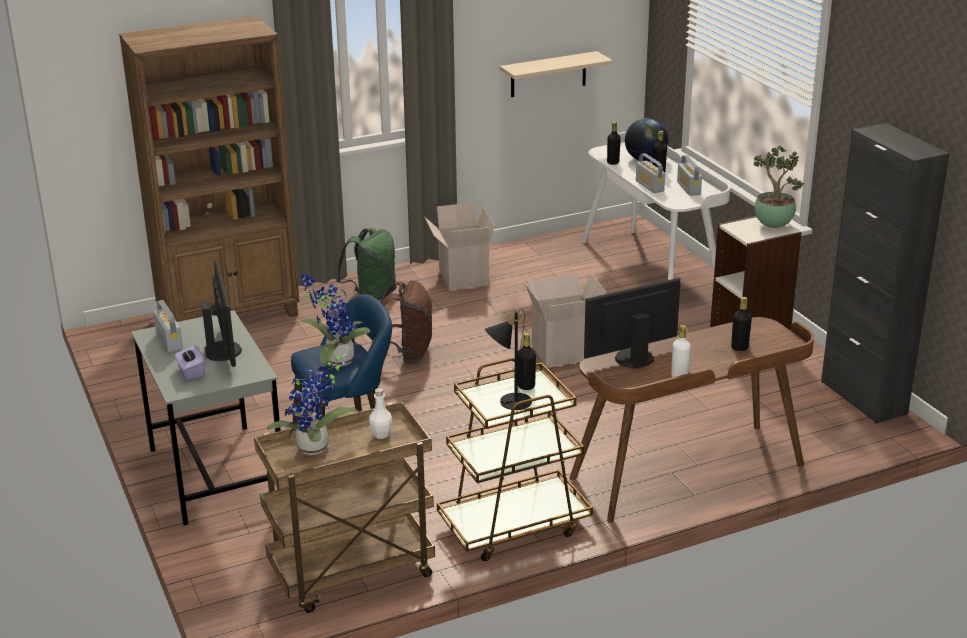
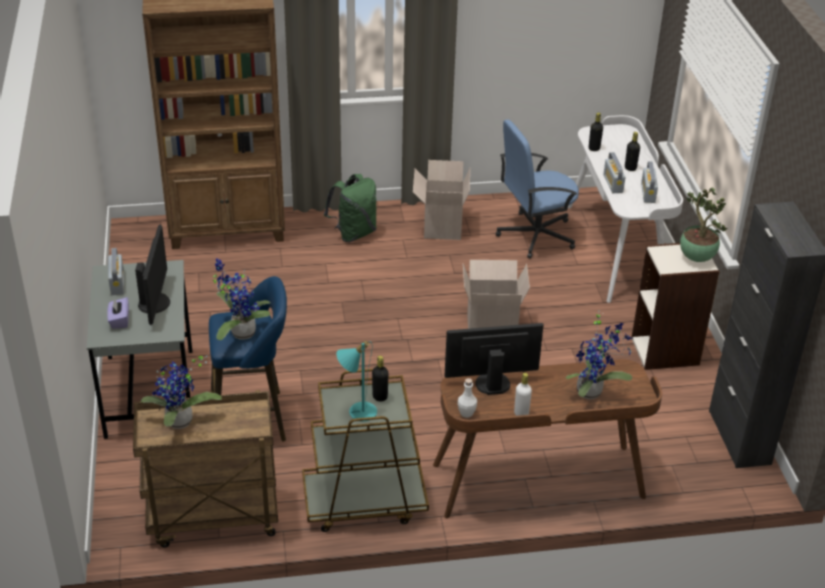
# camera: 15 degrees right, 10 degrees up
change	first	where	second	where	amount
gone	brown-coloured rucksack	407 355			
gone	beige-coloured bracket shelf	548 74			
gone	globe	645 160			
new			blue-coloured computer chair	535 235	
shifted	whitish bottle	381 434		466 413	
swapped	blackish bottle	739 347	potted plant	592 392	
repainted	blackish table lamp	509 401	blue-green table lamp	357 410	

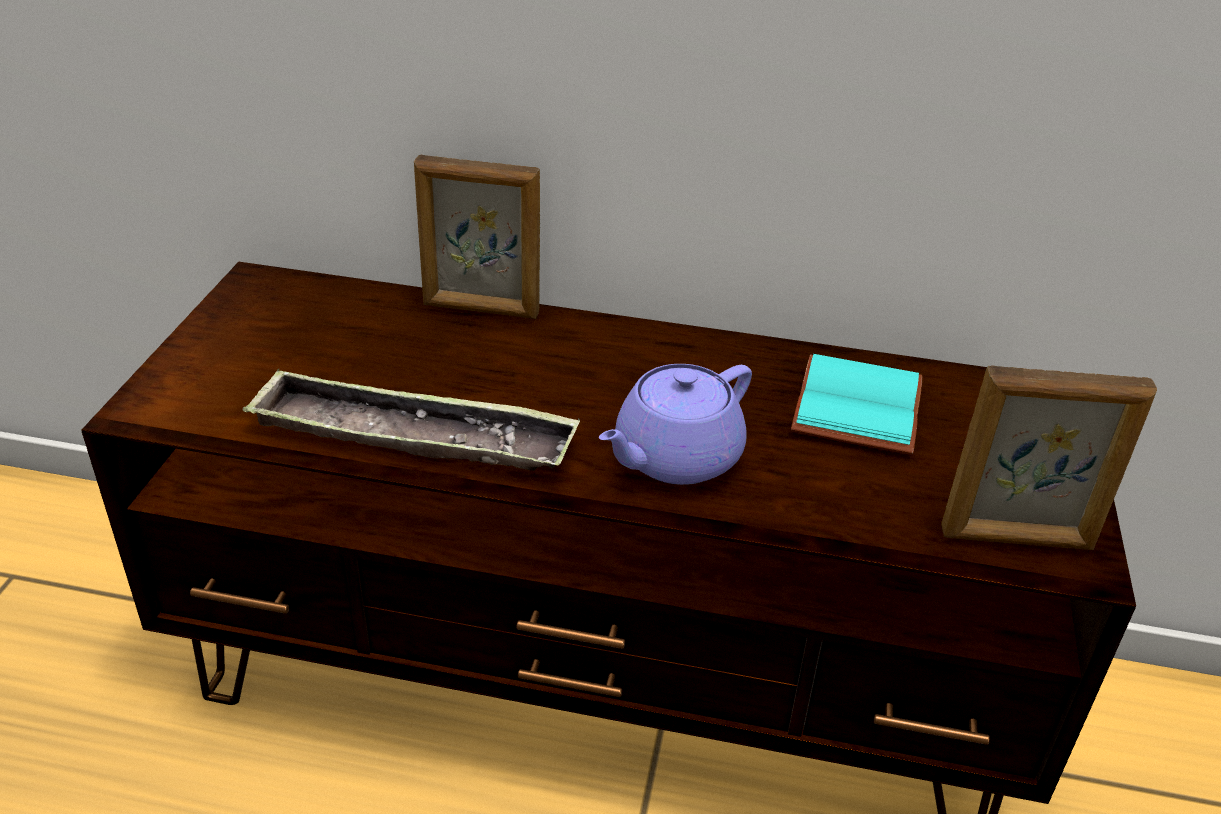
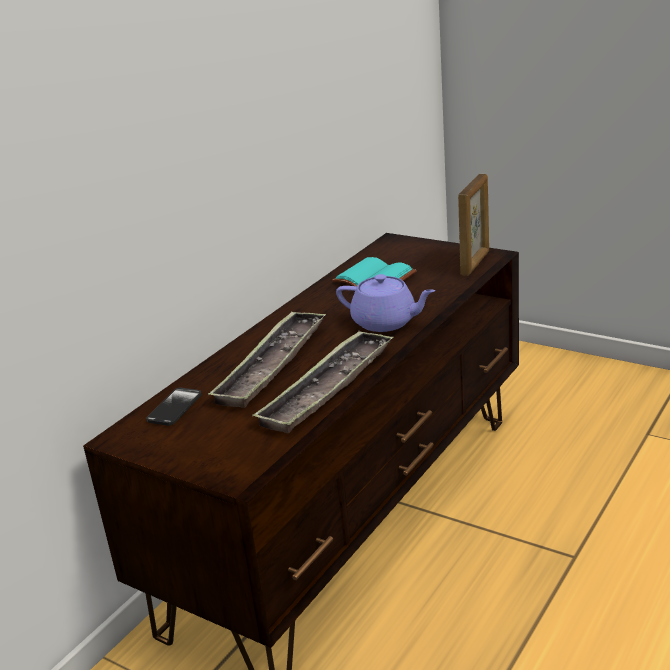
# camera: 65 degrees left, 10 degrees down
change	first	where	second	where	amount
gone	photo frame	481 309			
new			handset	174 408	
new			serving tray	272 365	
rotated	purple teapot	675 457		385 322	45 degrees counterclockwise

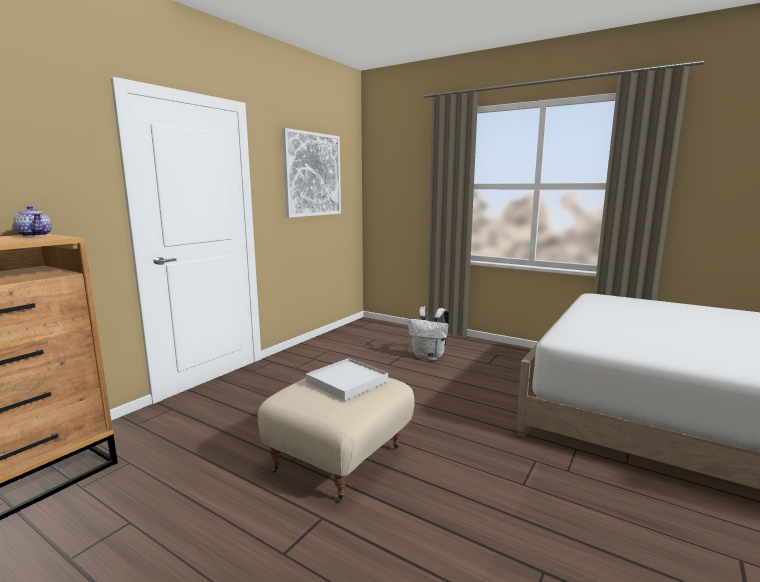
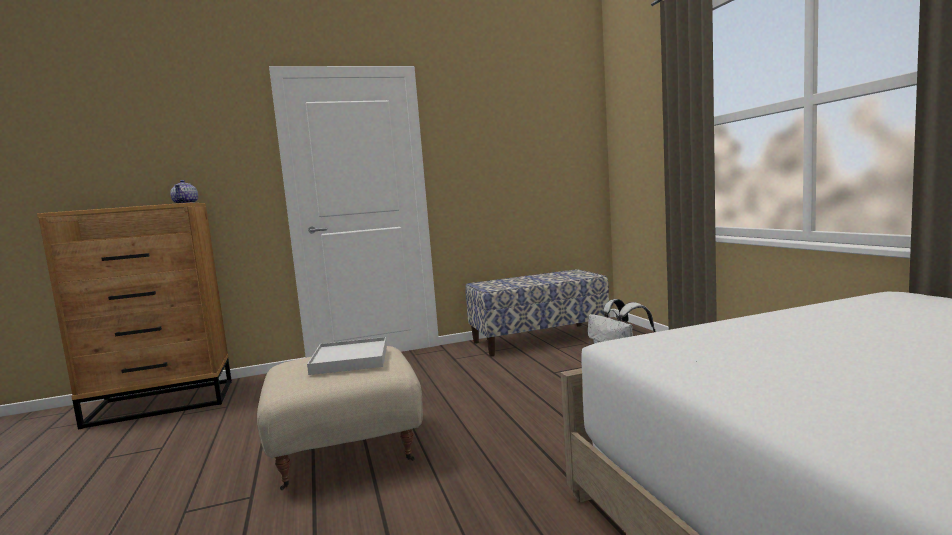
# camera: 40 degrees right, 5 degrees down
change	first	where	second	where	amount
gone	wall picture	312 174			
new			long seat	538 339	

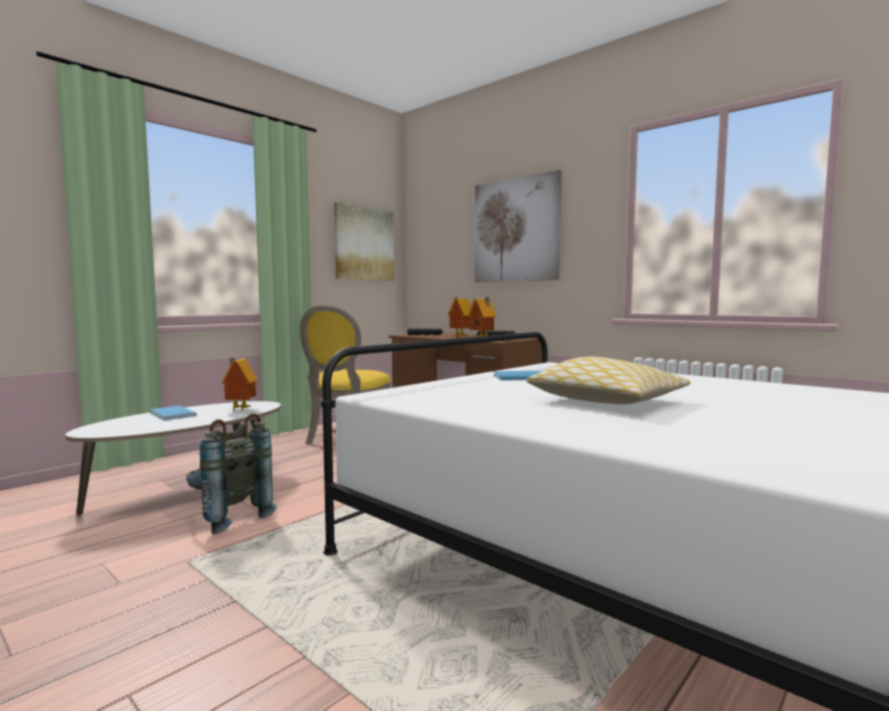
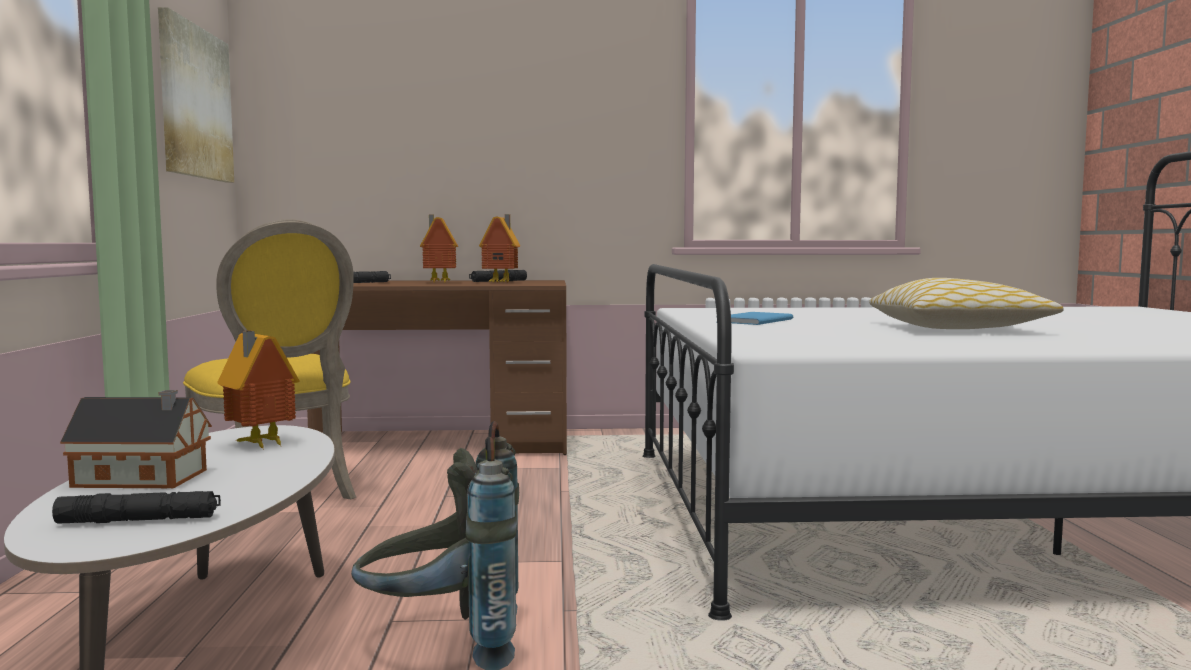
# camera: 45 degrees left, 0 degrees up
change	first	where	second	where	amount
gone	wall picture	515 230			
new			blackish hand torch	139 520	
swapped	blue-coloured volume	172 414	miniature house	145 479	

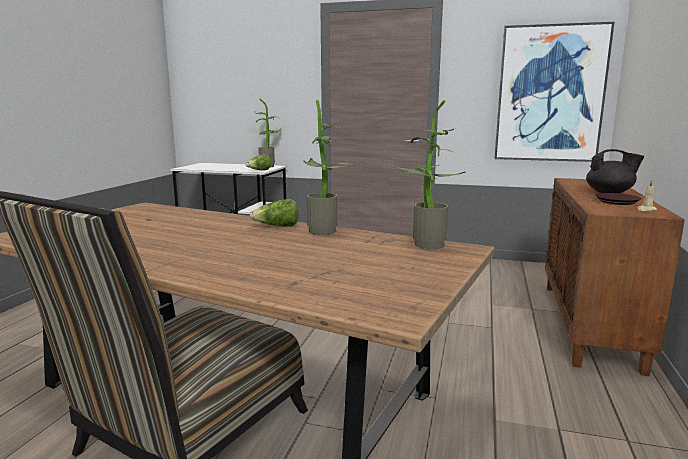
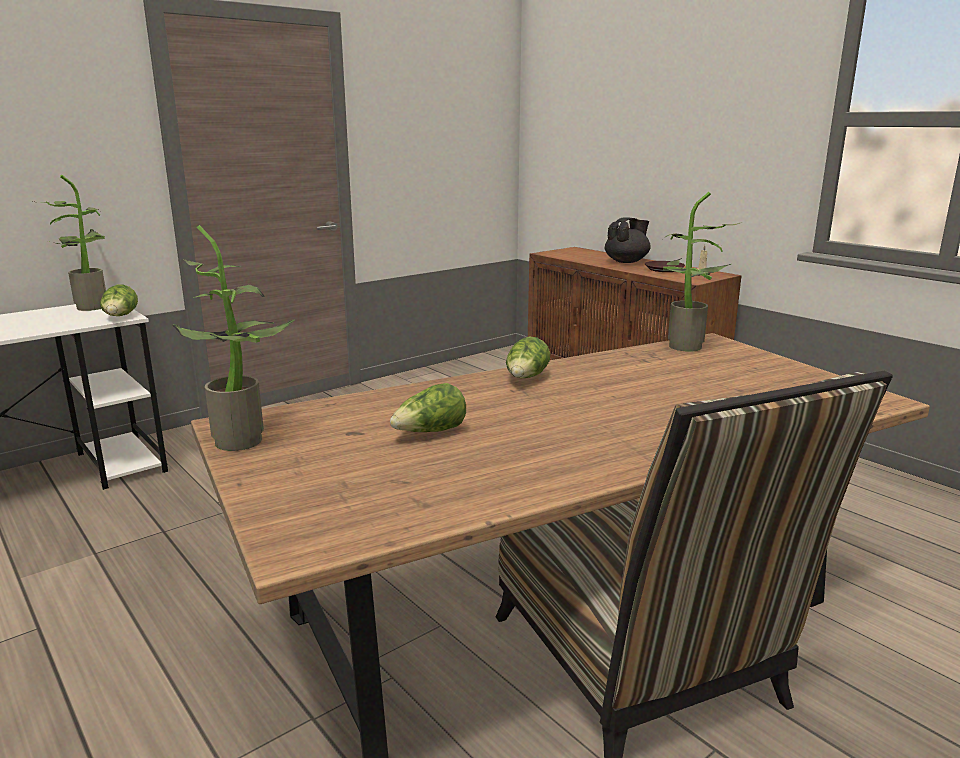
# camera: 55 degrees left, 5 degrees up
change	first	where	second	where	amount
gone	wall picture	550 94			
new			lettuce	430 432	
shifted	potted plant	327 231		245 438	

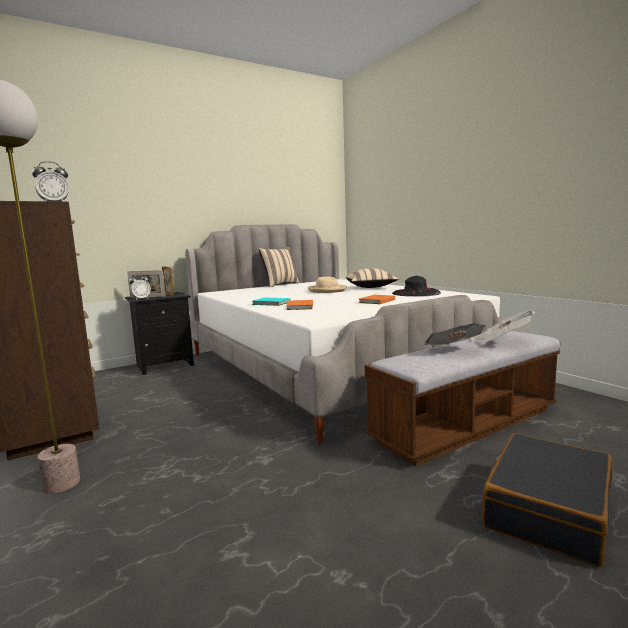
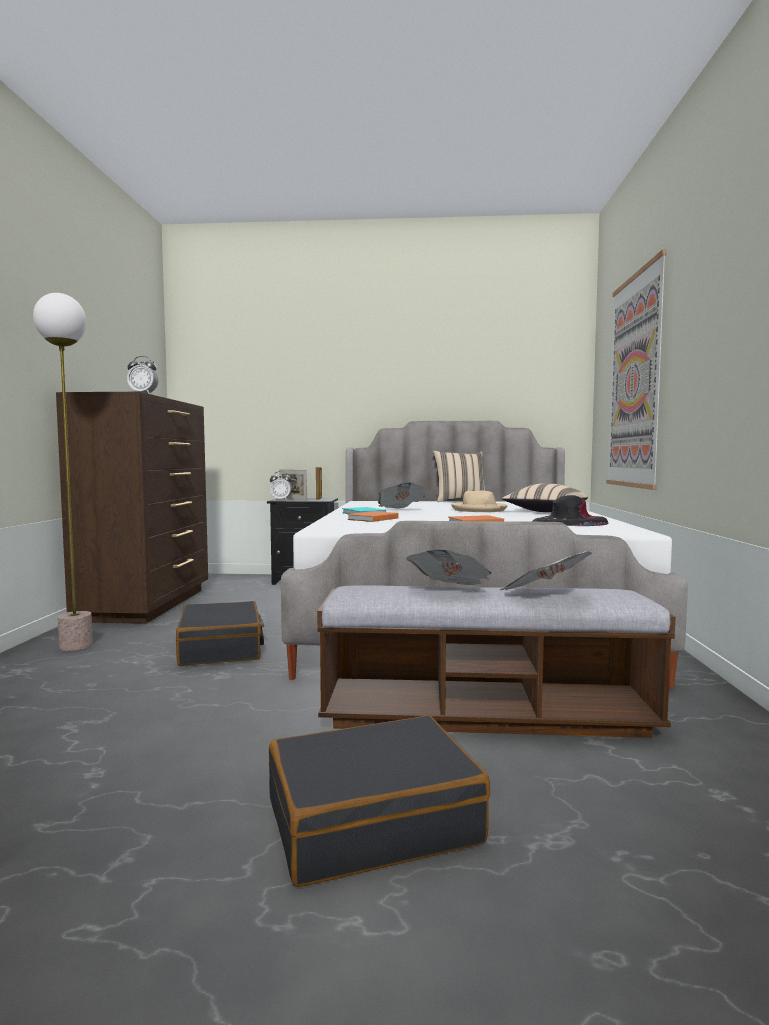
# camera: 35 degrees right, 5 degrees down
change	first	where	second	where	amount
new			blackish travel case	221 648	
new			newspaper	400 510	
new			wall picture	634 381	

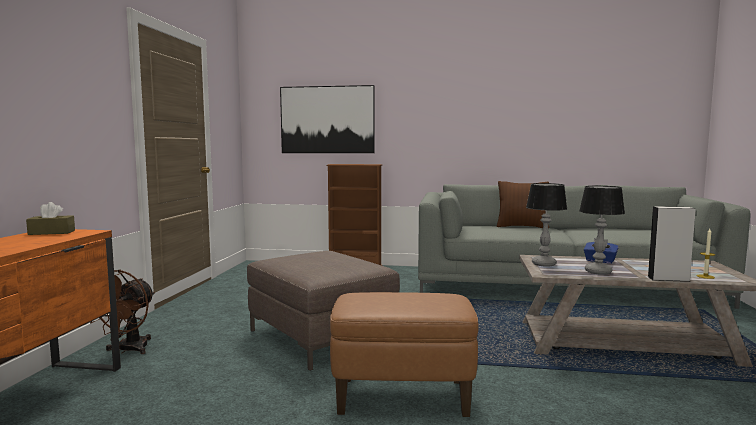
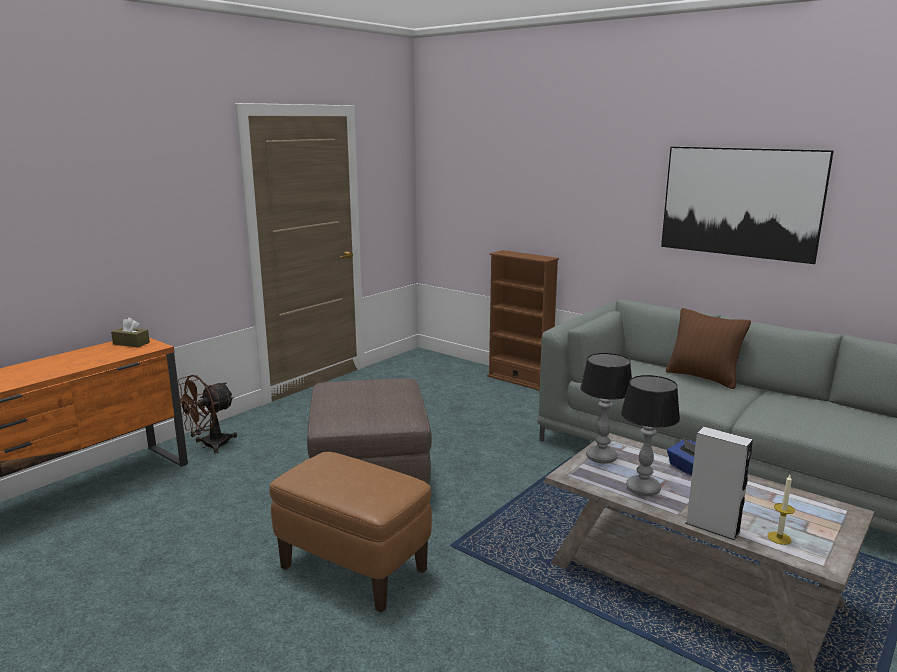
# camera: 30 degrees right, 10 degrees up
change	first	where	second	where	amount
shifted	wall picture	327 120		740 202	

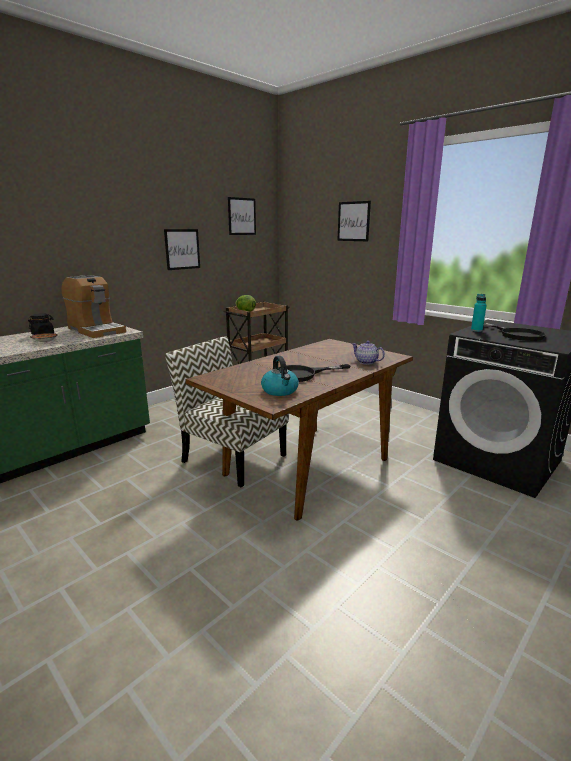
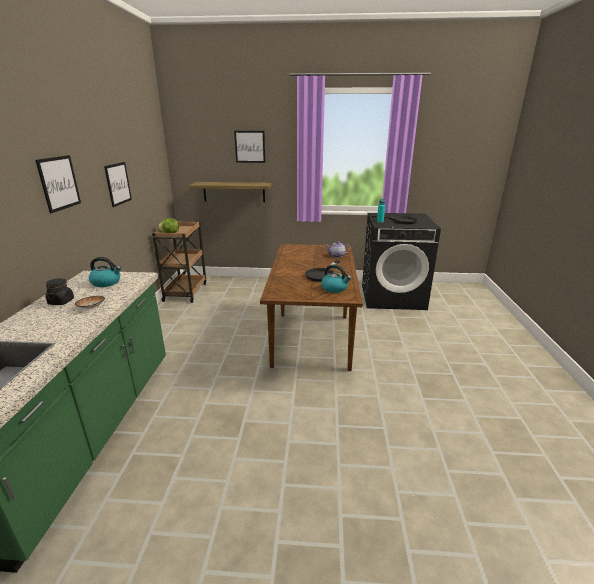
# camera: 40 degrees left, 5 degrees up
change	first	where	second	where	amount
gone	upright chair	232 458			
new			bracket shelf	234 192	
shifted	wall picture	242 216		59 183	
swapped	coffee brewer	96 330	tea kettle	106 282	

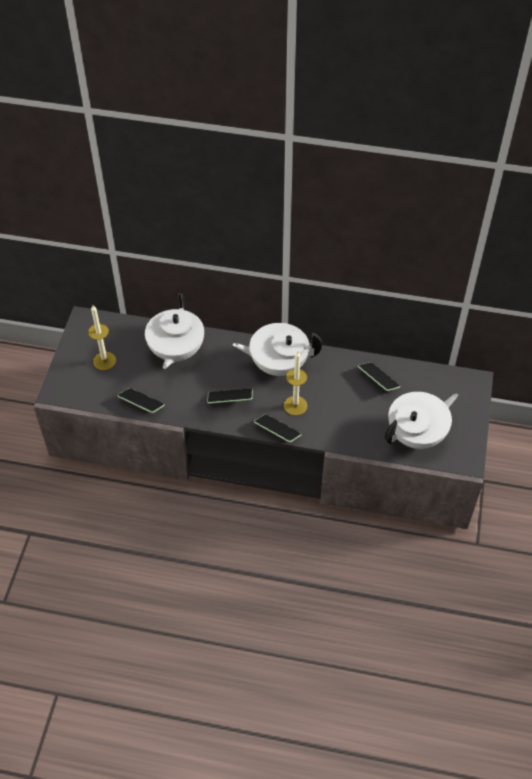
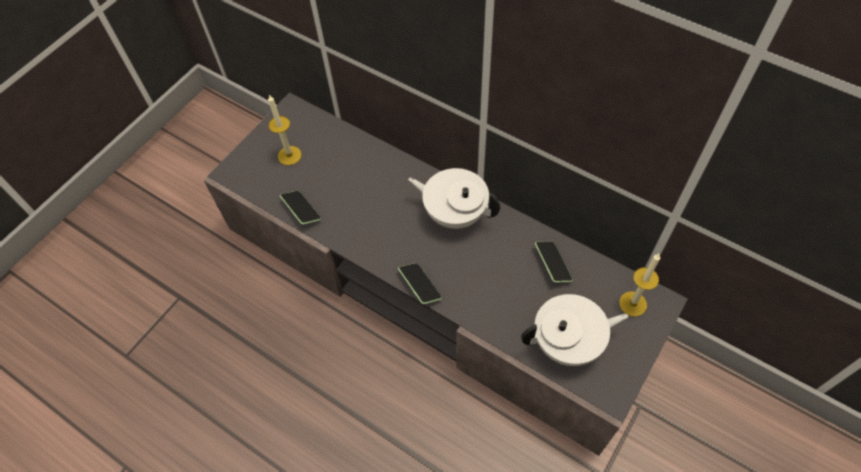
# camera: 25 degrees right, 5 degrees up
change	first	where	second	where	amount
gone	whitish teapot	175 351			
gone	handset	230 399			
shifted	wax candle	295 405		633 303	

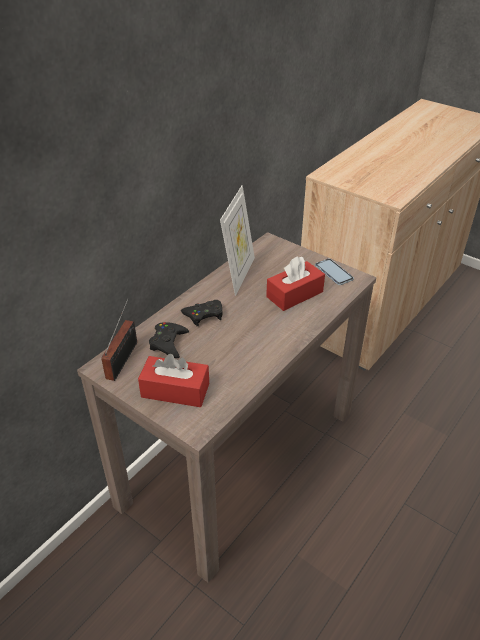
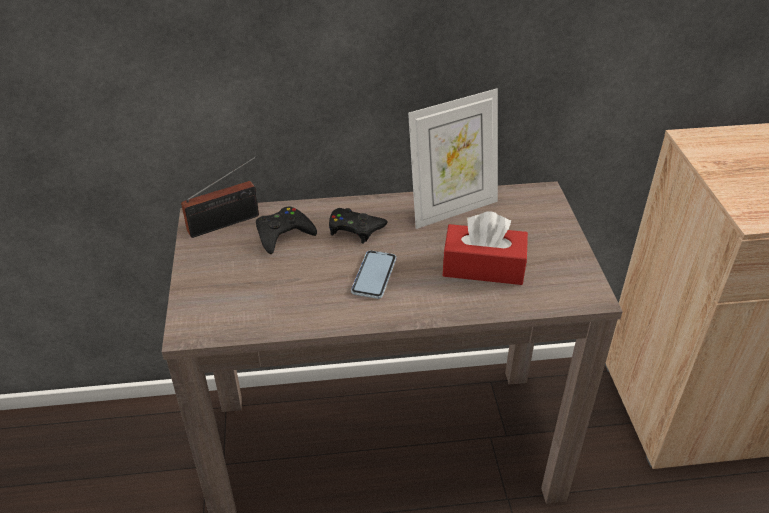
# camera: 45 degrees right, 0 degrees up
change	first	where	second	where	amount
gone	red-coloured box of tissues	175 390			
shifted	handset	334 272		374 275	

